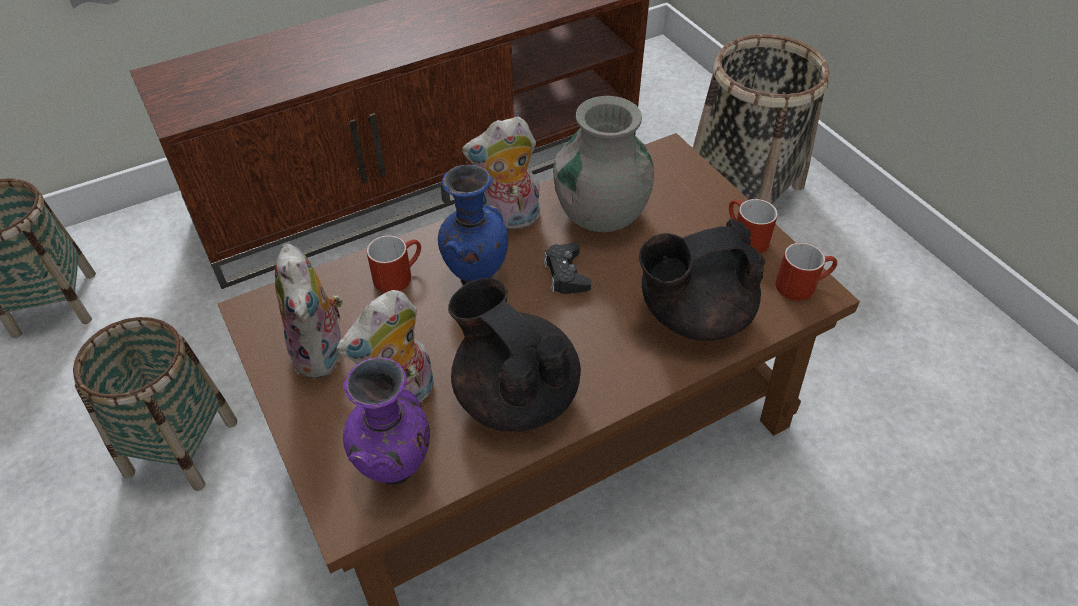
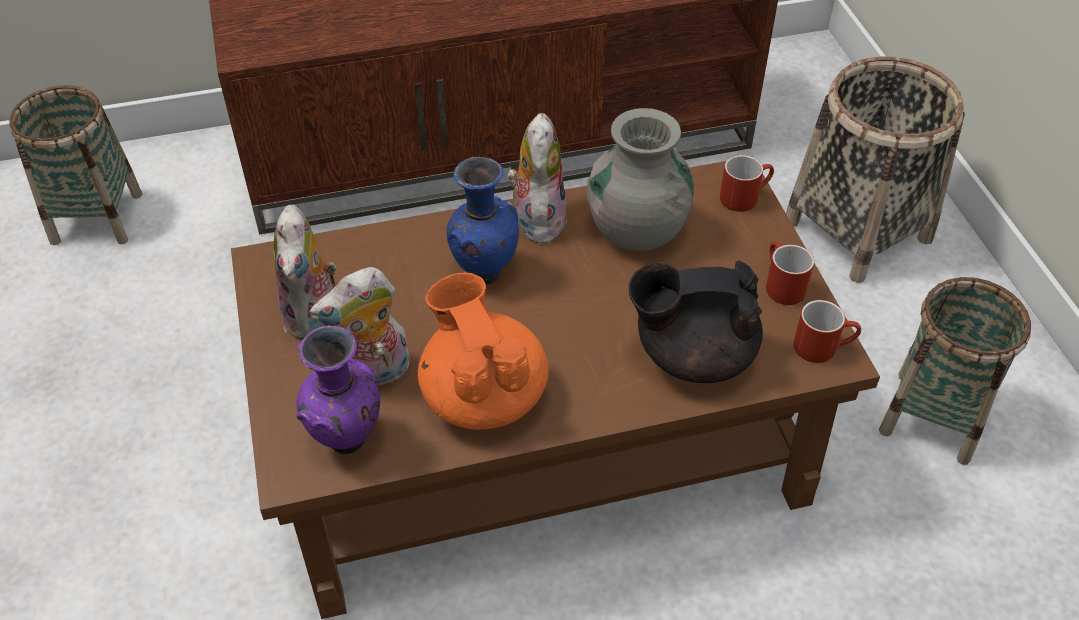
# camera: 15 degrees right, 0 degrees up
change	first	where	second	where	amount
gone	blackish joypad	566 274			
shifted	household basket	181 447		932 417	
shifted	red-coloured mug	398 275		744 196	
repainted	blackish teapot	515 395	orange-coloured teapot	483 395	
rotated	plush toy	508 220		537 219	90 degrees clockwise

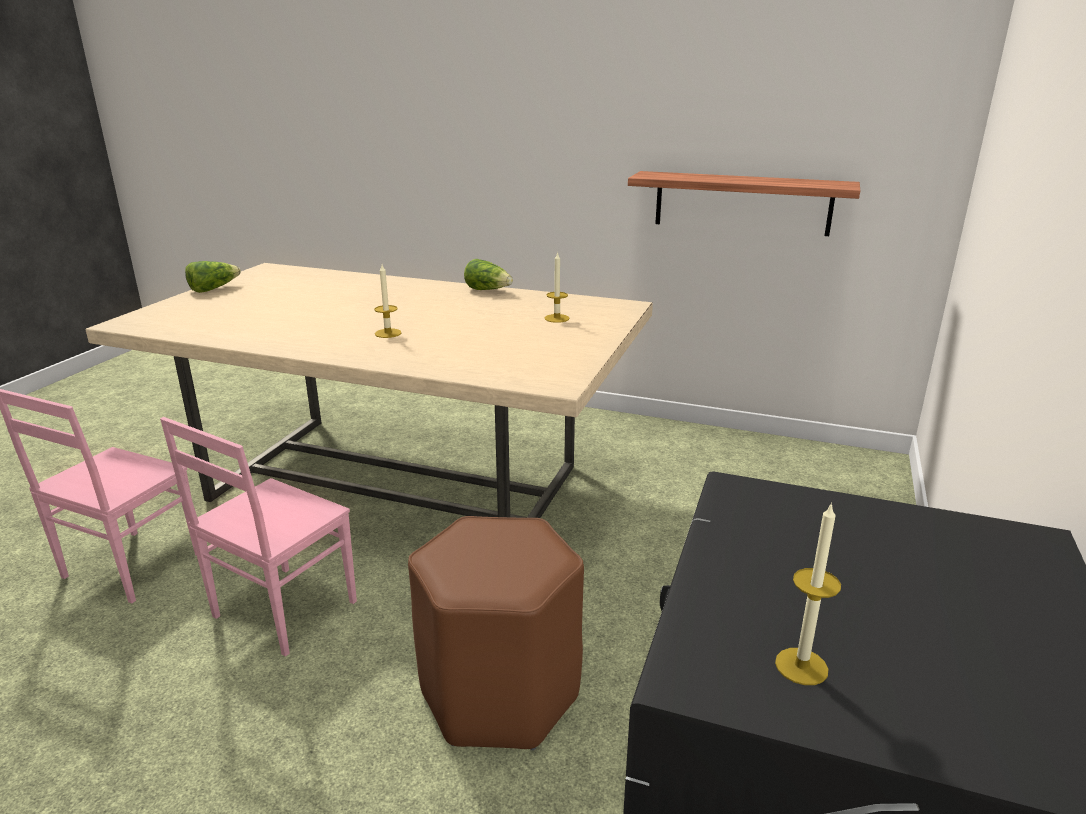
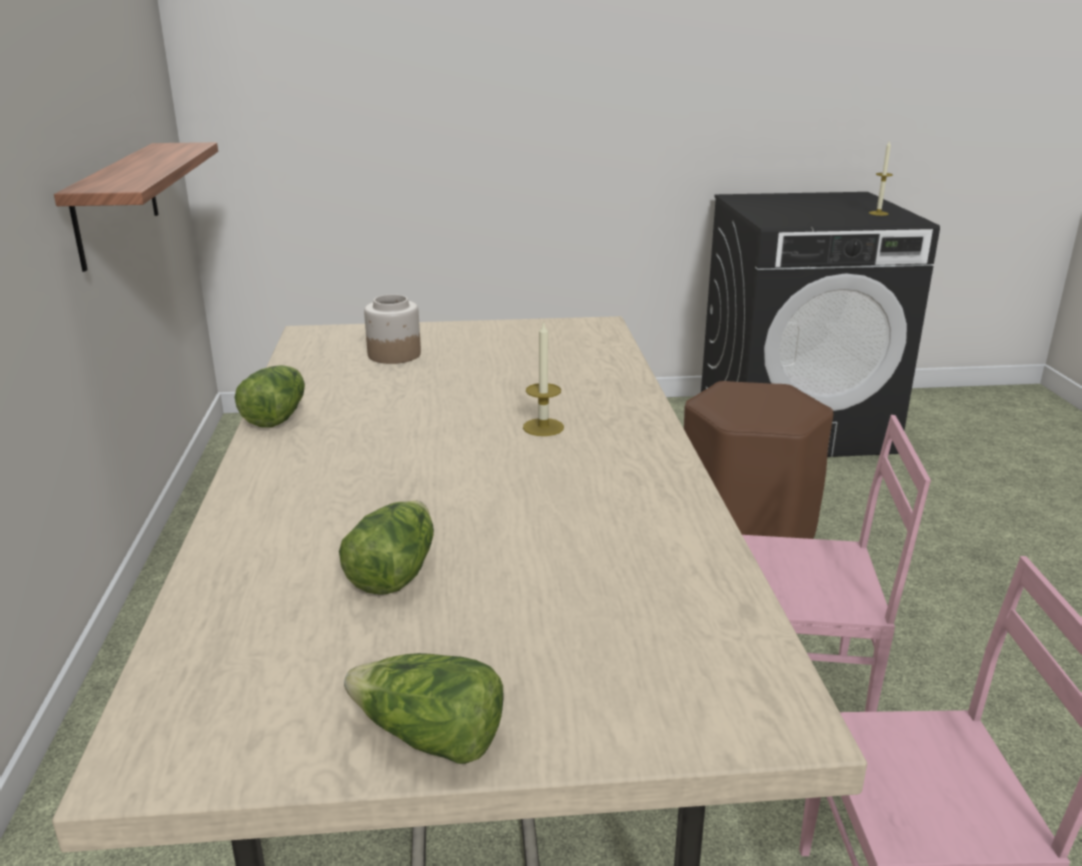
# camera: 115 degrees left, 0 degrees up
change	first	where	second	where	amount
new			lettuce	393 571	
swapped	wax candle	556 318	jar	393 355	

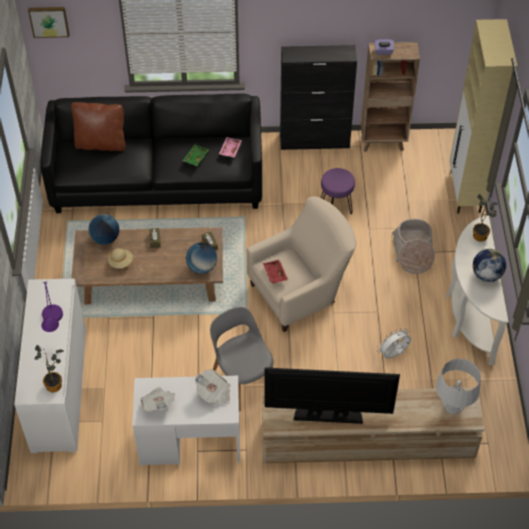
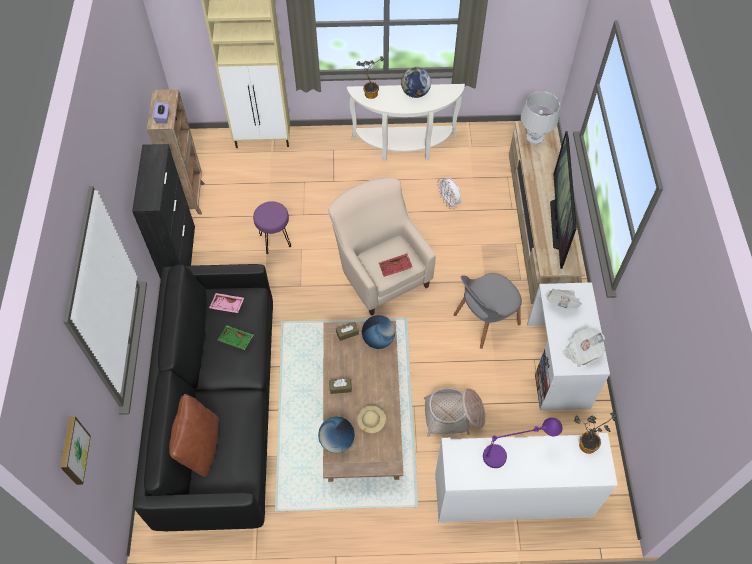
# camera: 90 degrees left, 5 degrees up
change	first	where	second	where	amount
shifted	household basket	413 252		454 416	

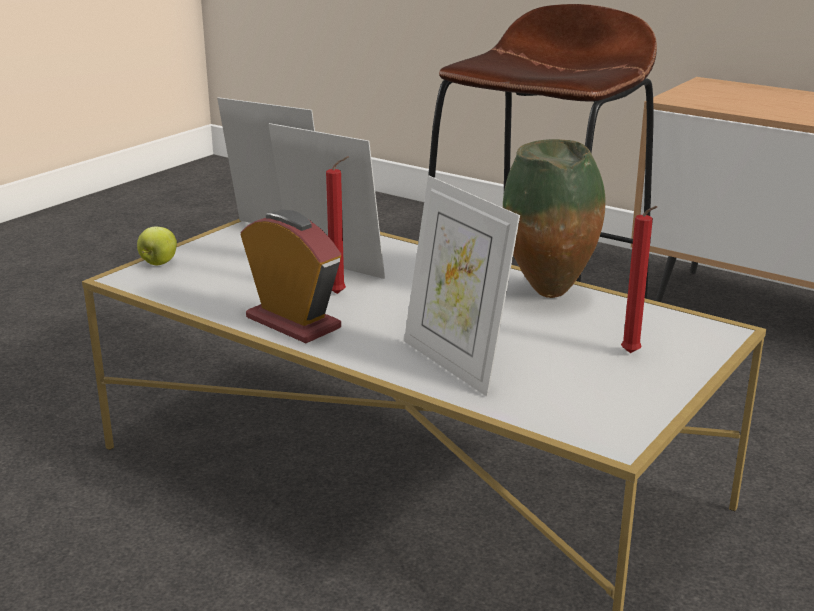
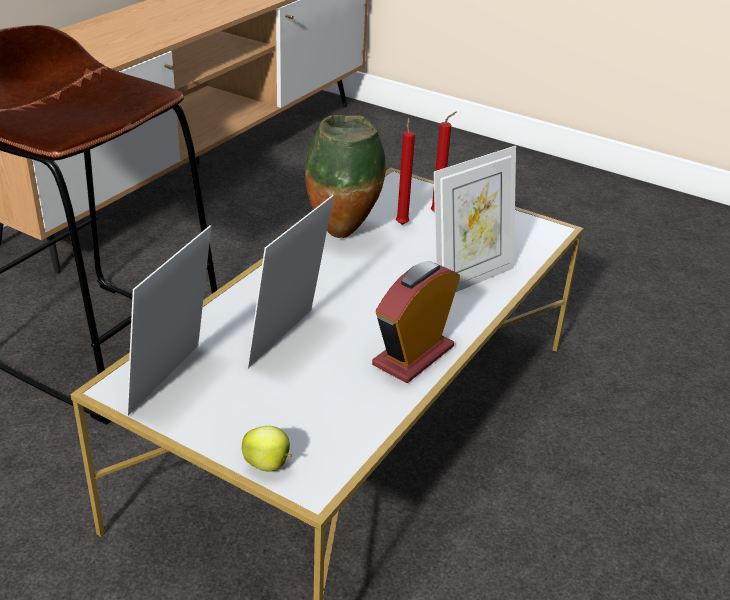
# camera: 95 degrees left, 10 degrees up
change	first	where	second	where	amount
shifted	red-coloured wax candle	340 294		402 223	

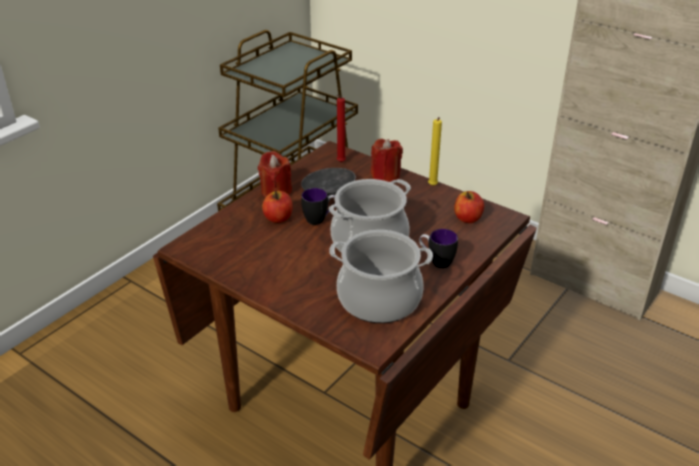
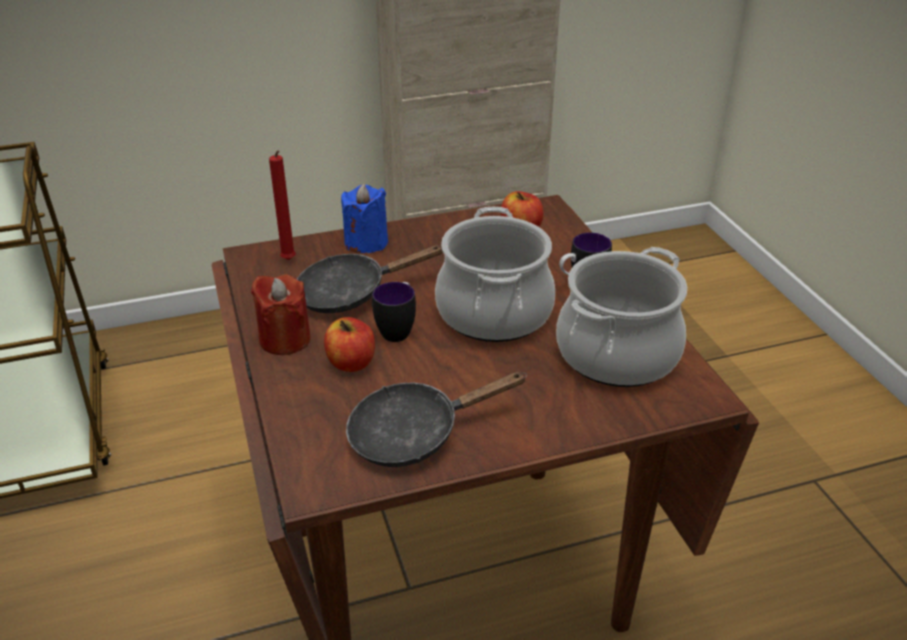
# camera: 55 degrees left, 0 degrees up
change	first	where	second	where	amount
gone	yellow wax candle	432 186			
new			blackish skillet	414 434	
repainted	red-coloured wax candle	385 176	blue-coloured wax candle	366 242	

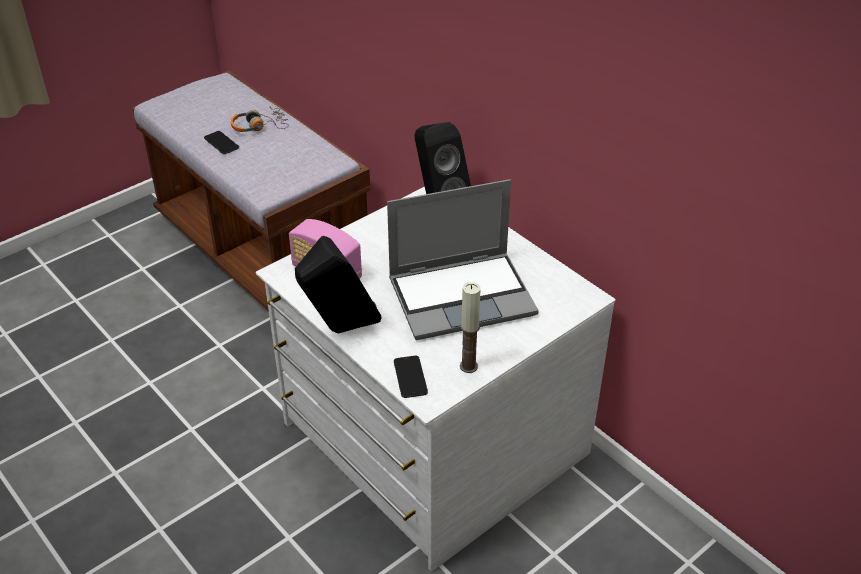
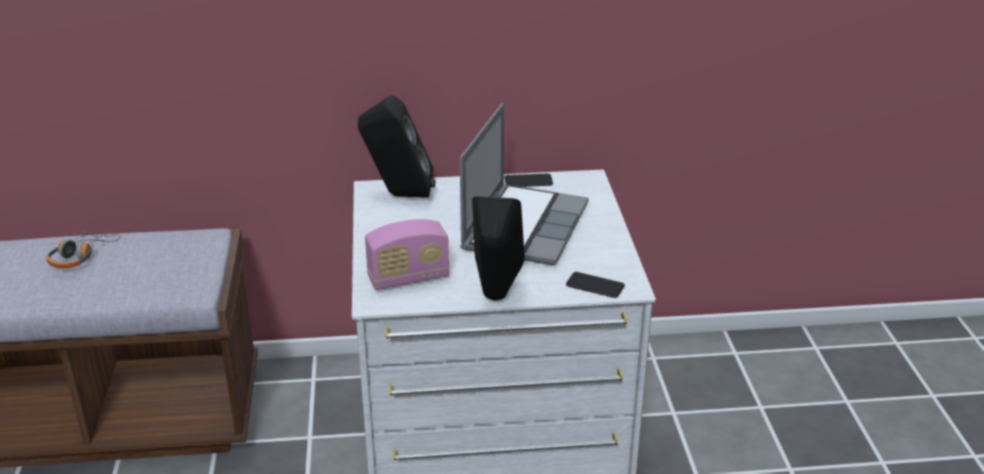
# camera: 55 degrees left, 10 degrees down
change	first	where	second	where	amount
gone	wax candle	468 366			
shifted	handset	221 143		528 181	

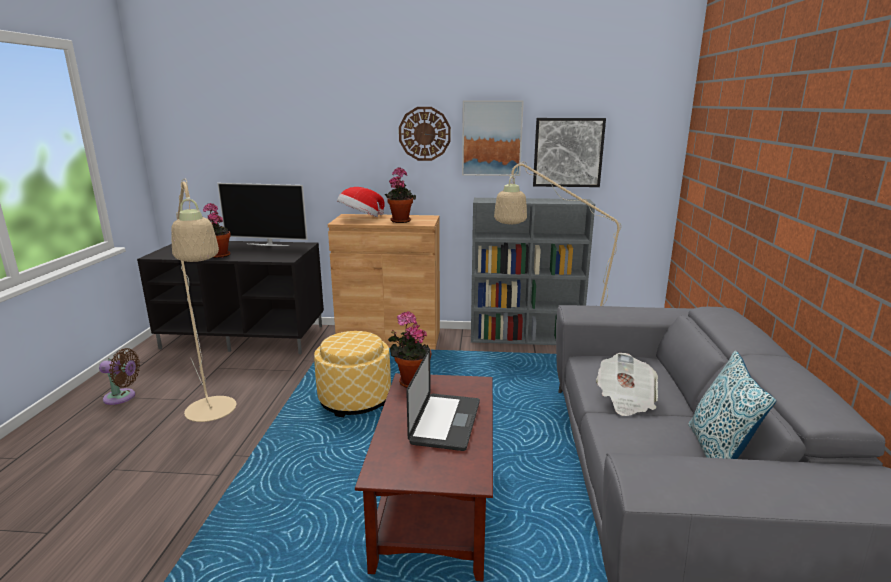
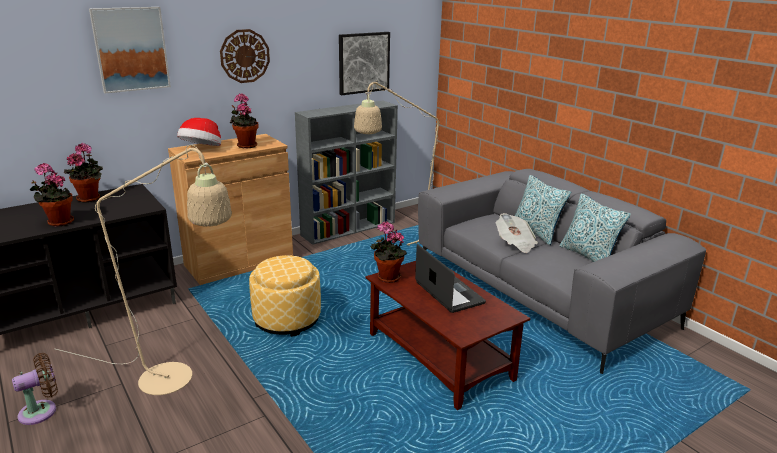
# camera: 40 degrees left, 5 degrees up
change	first	where	second	where	amount
new			cushion	536 232	
shifted	wall picture	491 138		131 49	
swapped	television	268 244	potted plant	90 198	

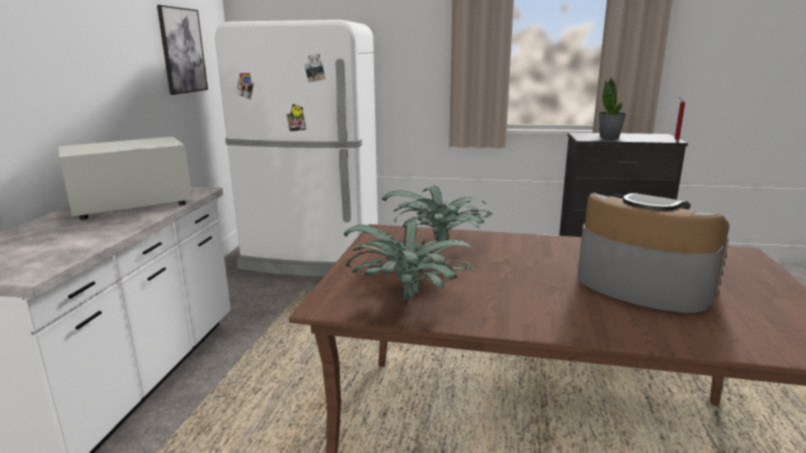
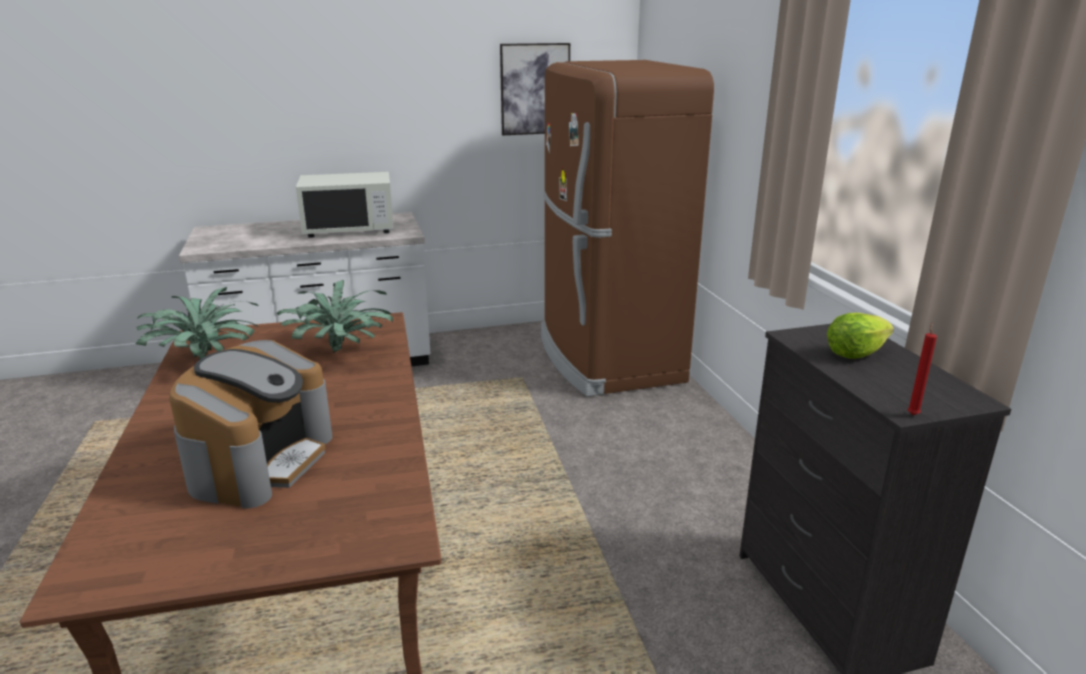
# camera: 65 degrees right, 5 degrees up
change	first	where	second	where	amount
swapped	potted plant	609 137	lettuce	854 353	
repainted	whitish refrigerator	312 258	brown-coloured refrigerator	607 358	
rotated	whitish microwave oven	132 205		350 229	135 degrees clockwise

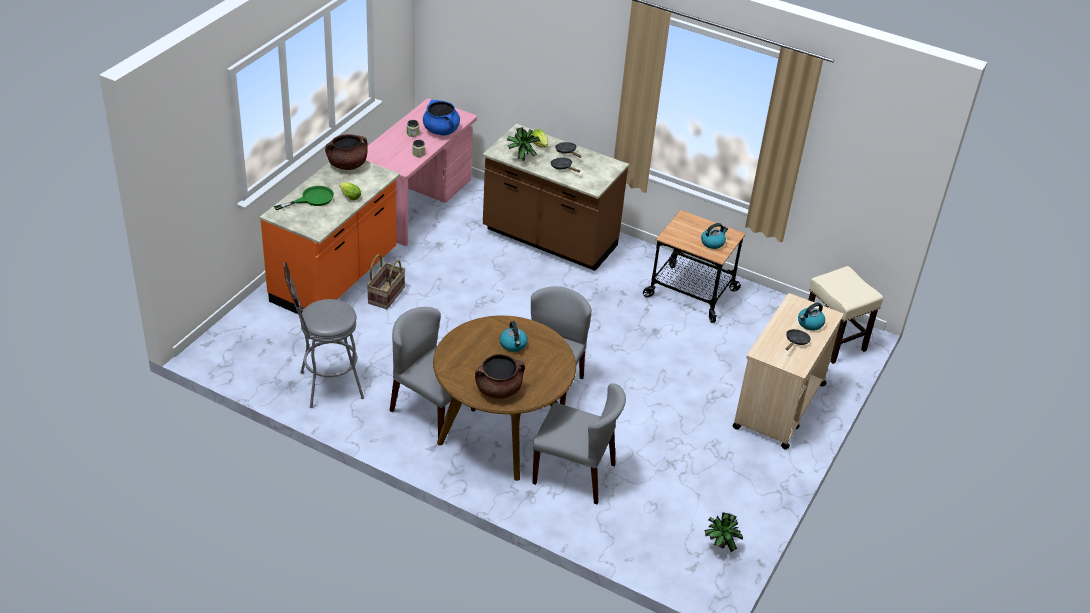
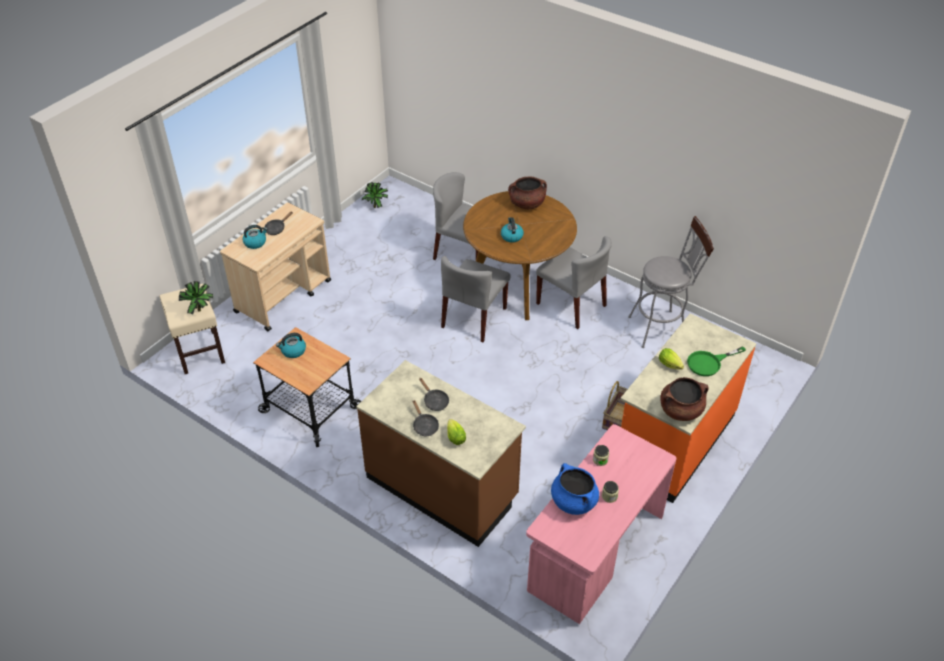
# camera: 170 degrees left, 5 degrees up
change	first	where	second	where	amount
shifted	potted plant	521 159		200 311	

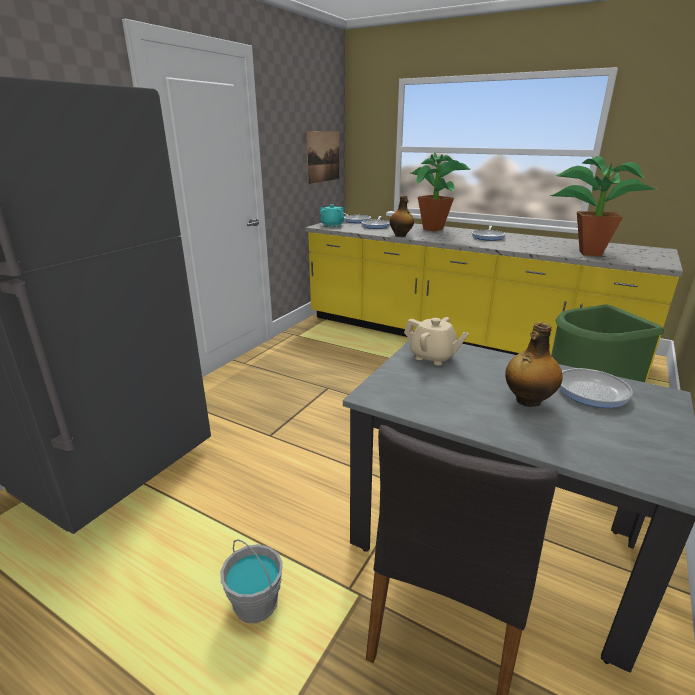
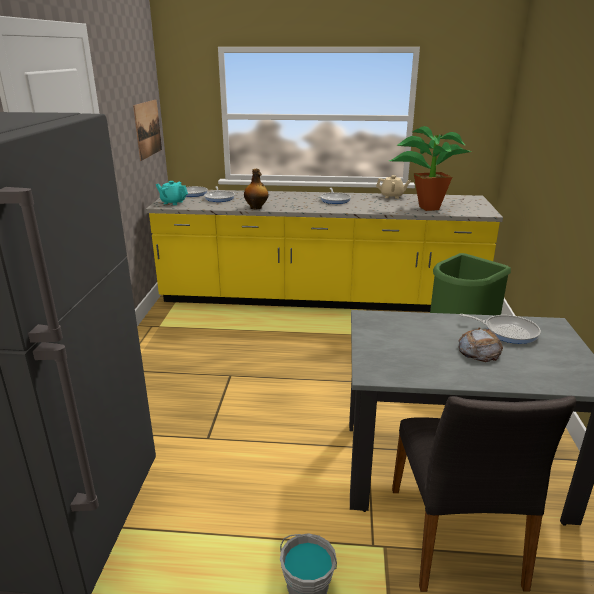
# camera: 25 degrees left, 0 degrees up
change	first	where	second	where	amount
gone	potted plant	434 230			
shifted	beige-coloured teapot	433 357		392 196	
swapped	bottle	527 401	baked bread	479 350	

